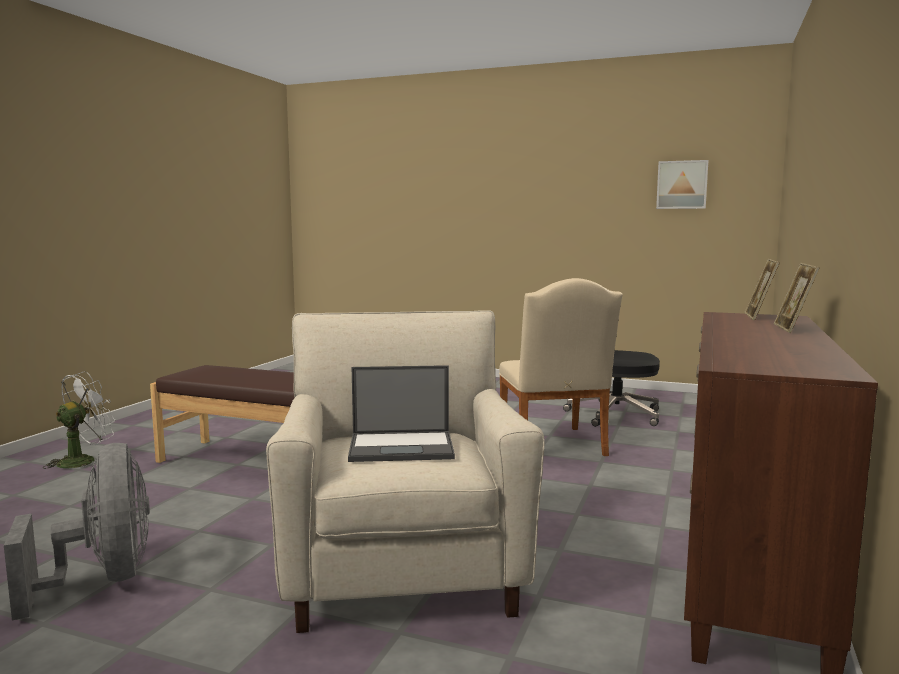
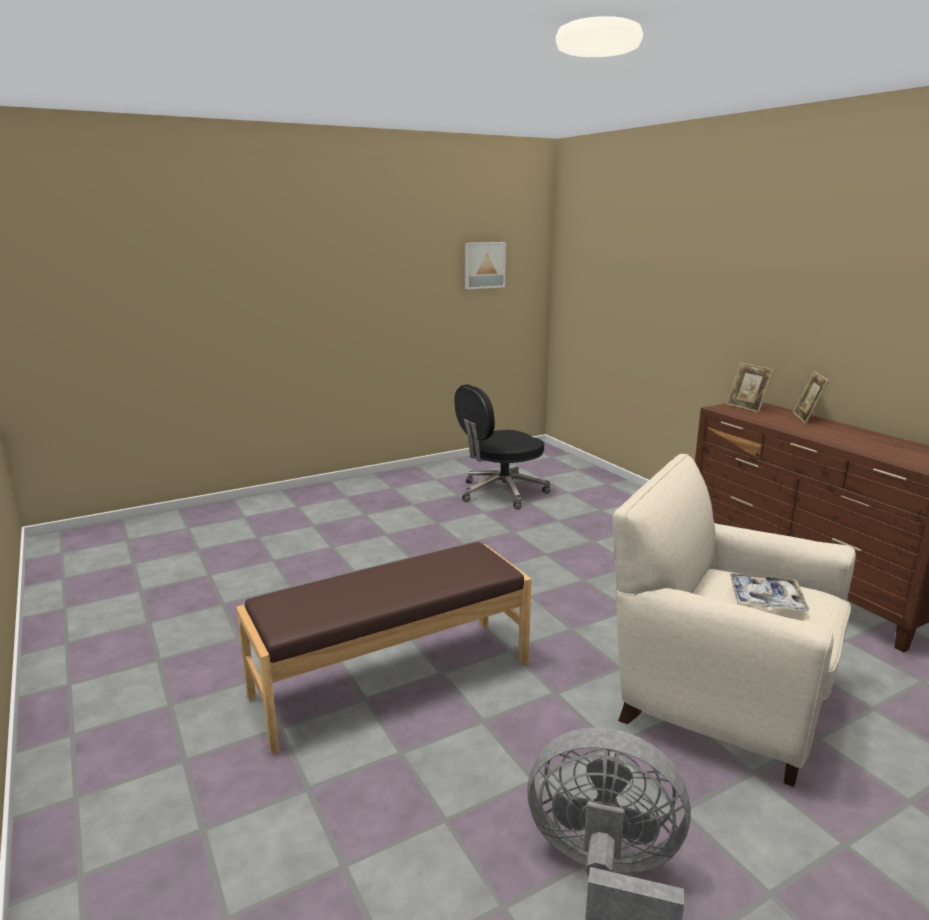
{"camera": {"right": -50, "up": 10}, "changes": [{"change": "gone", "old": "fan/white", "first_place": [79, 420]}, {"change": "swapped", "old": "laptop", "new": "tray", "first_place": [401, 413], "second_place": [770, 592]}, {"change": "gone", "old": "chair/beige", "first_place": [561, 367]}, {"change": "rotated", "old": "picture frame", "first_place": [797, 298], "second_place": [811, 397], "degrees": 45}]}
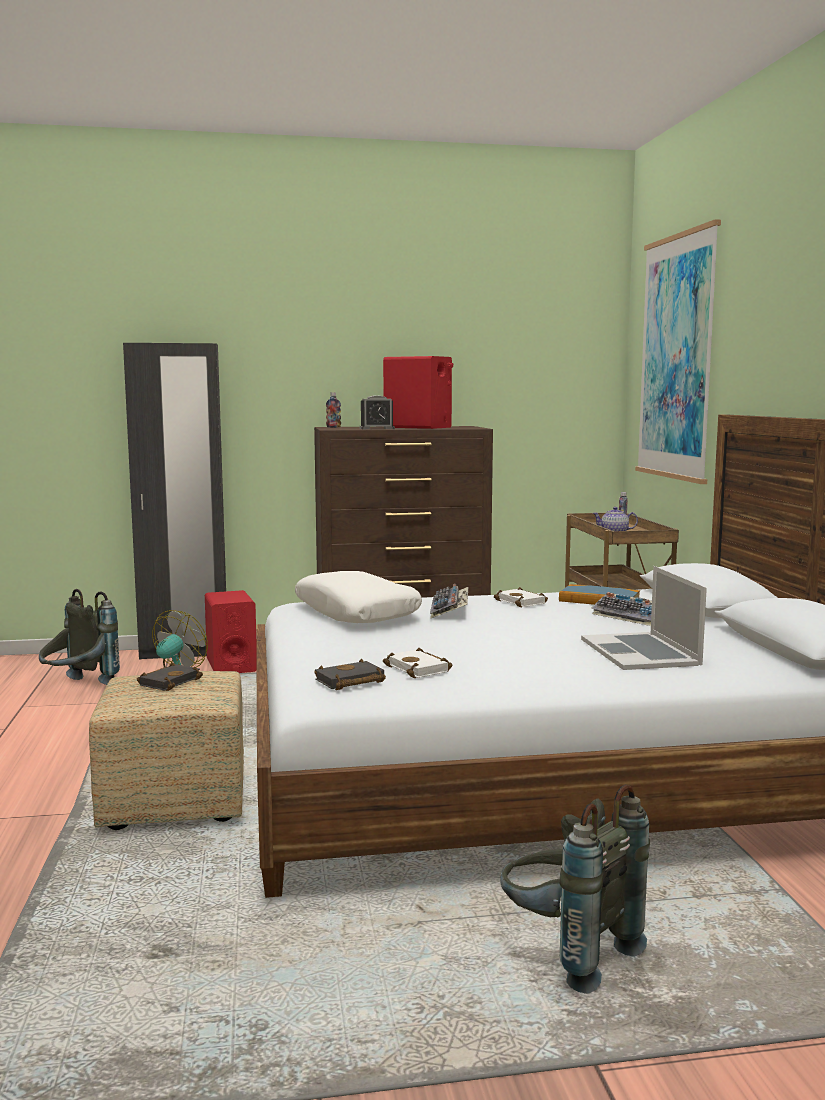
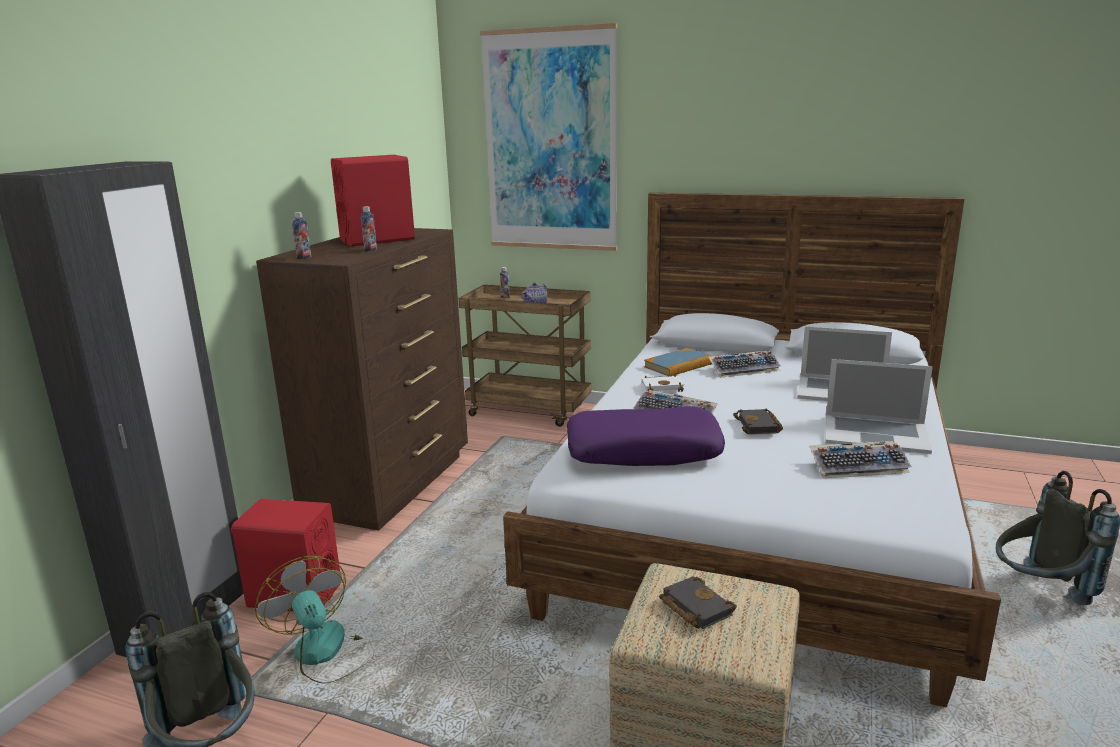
{"camera": {"right": -60, "up": 10}, "changes": [{"change": "repainted", "old": "pillow/white", "new": "pillow/purple", "first_place": [358, 597], "second_place": [646, 436]}, {"change": "shifted", "old": "book/black", "first_place": [350, 674], "second_place": [758, 421]}, {"change": "swapped", "old": "alarm clock", "new": "bottle", "first_place": [377, 412], "second_place": [369, 229]}, {"change": "swapped", "old": "book/white", "new": "keyboard", "first_place": [417, 663], "second_place": [860, 459]}, {"change": "new", "new": "laptop", "second_place": [879, 406]}]}
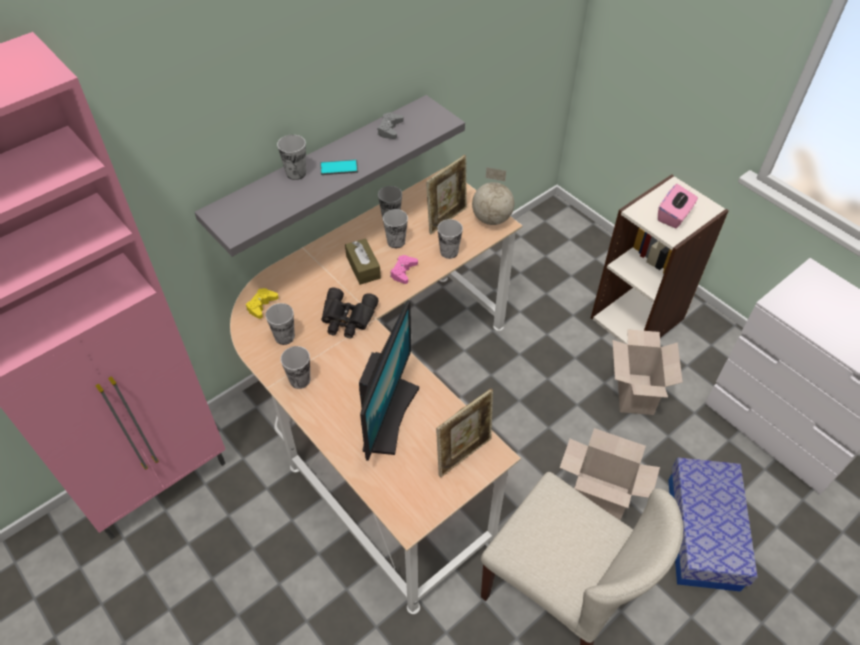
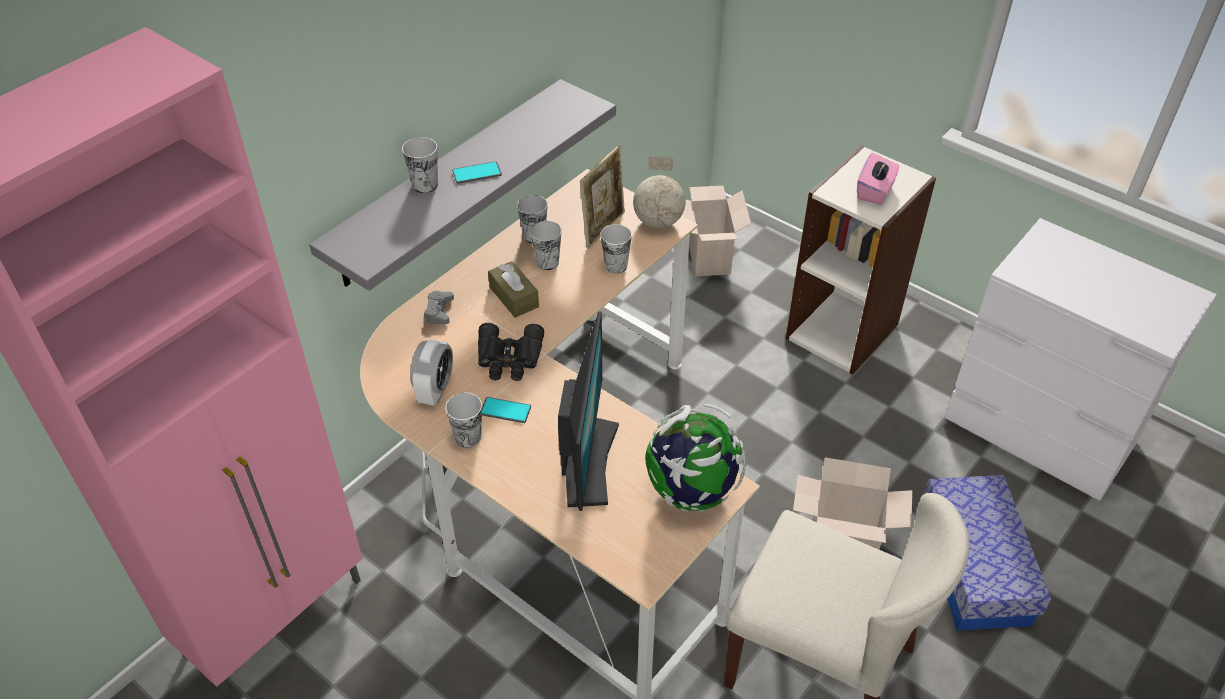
{"camera": {"right": -10, "up": -5}, "changes": [{"change": "gone", "old": "game controller/yellow", "first_place": [262, 303]}, {"change": "swapped", "old": "cup", "new": "alarm clock", "first_place": [280, 324], "second_place": [431, 372]}, {"change": "shifted", "old": "game controller/grey", "first_place": [390, 126], "second_place": [439, 307]}, {"change": "gone", "old": "game controller/pink", "first_place": [404, 269]}, {"change": "swapped", "old": "picture frame", "new": "globe", "first_place": [464, 433], "second_place": [695, 457]}, {"change": "shifted", "old": "cardboard box", "first_place": [647, 372], "second_place": [716, 230]}, {"change": "new", "new": "phone", "second_place": [506, 410]}]}
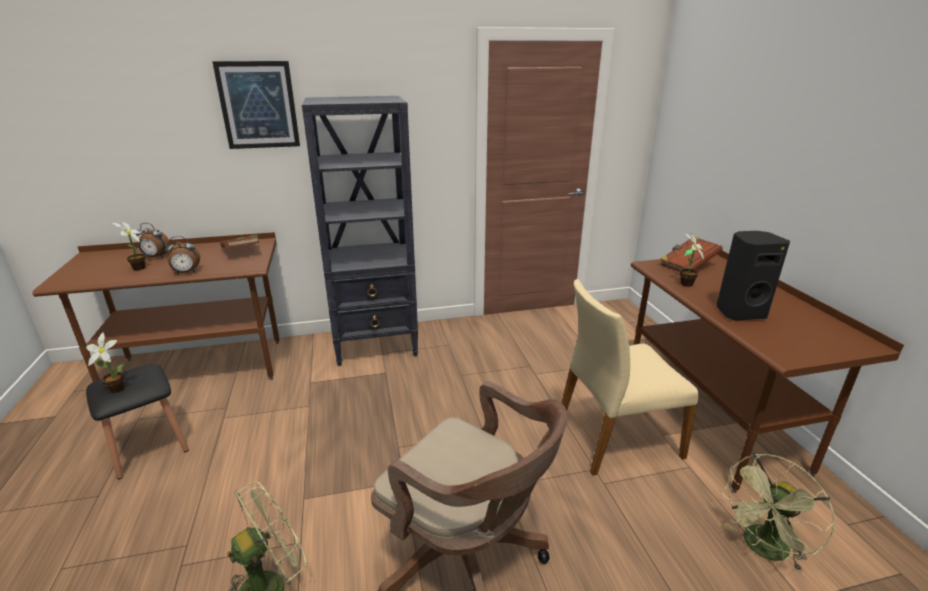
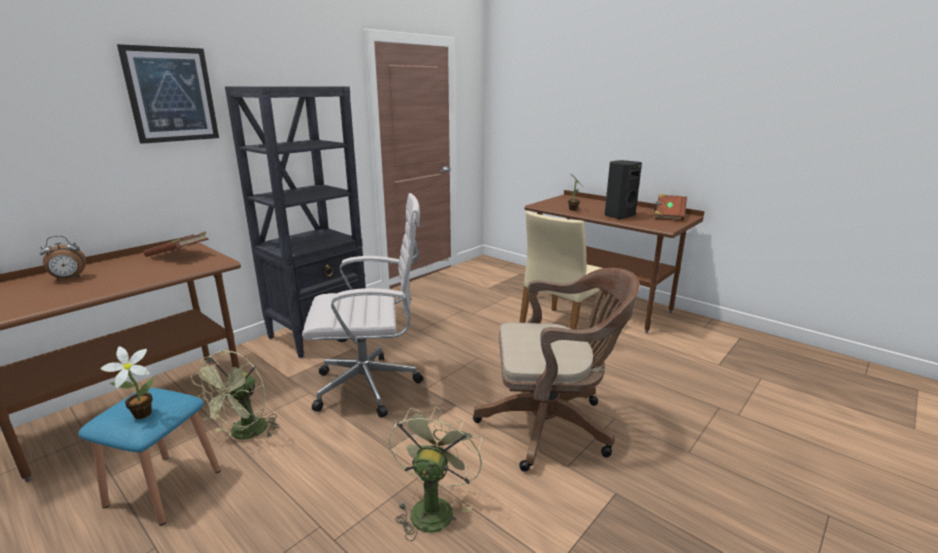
{"camera": {"right": -35, "up": -5}, "changes": [{"change": "repainted", "old": "stool/black", "new": "stool/blue", "first_place": [137, 421], "second_place": [149, 457]}, {"change": "gone", "old": "potted plant", "first_place": [129, 245]}, {"change": "gone", "old": "alarm clock", "first_place": [182, 255]}, {"change": "shifted", "old": "book/brown", "first_place": [691, 253], "second_place": [670, 207]}, {"change": "shifted", "old": "fan/green", "first_place": [778, 513], "second_place": [235, 394]}, {"change": "new", "new": "office chair/white", "second_place": [362, 305]}]}
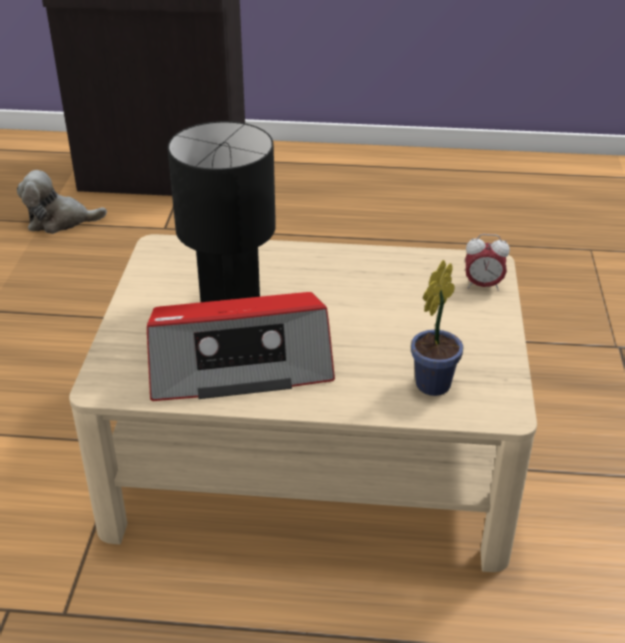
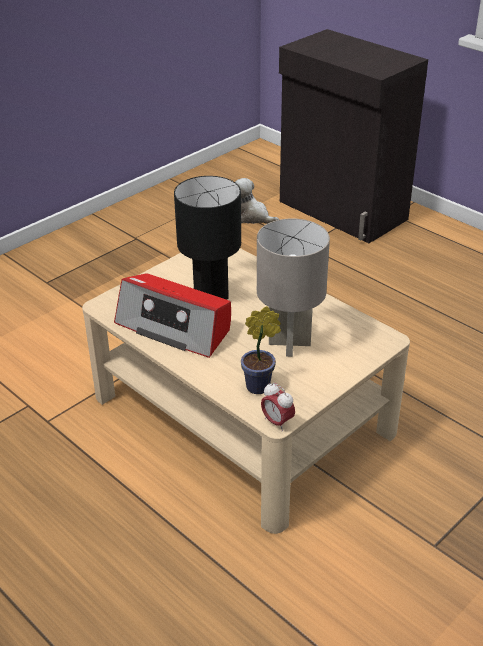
{"camera": {"right": 40, "up": 0}, "changes": [{"change": "shifted", "old": "alarm clock", "first_place": [487, 262], "second_place": [278, 407]}, {"change": "new", "new": "table lamp/grey", "second_place": [293, 287]}]}
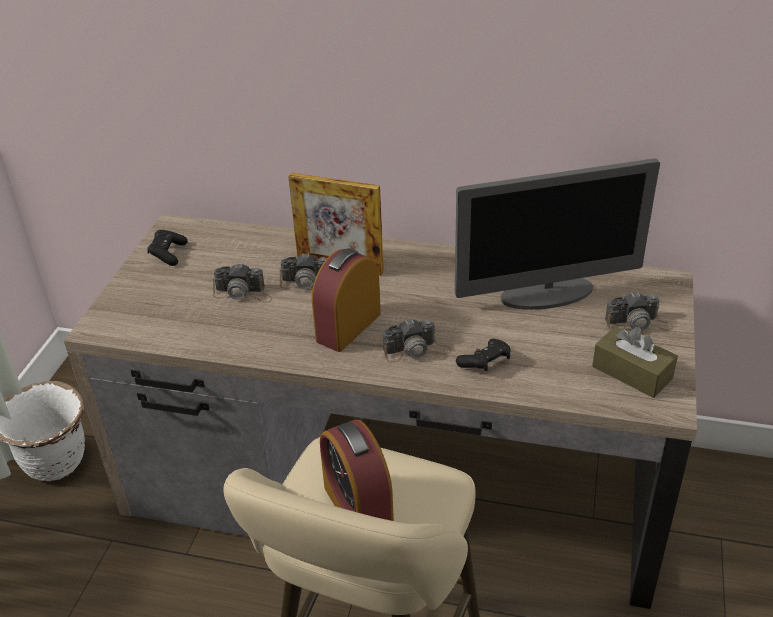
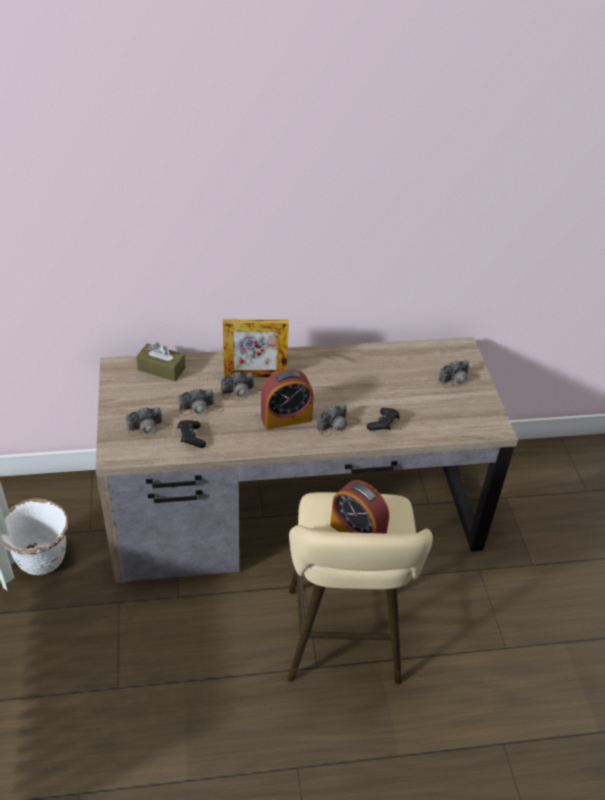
{"camera": {"right": -25, "up": 5}, "changes": [{"change": "shifted", "old": "game controller/black", "first_place": [167, 248], "second_place": [191, 434]}, {"change": "rotated", "old": "alarm clock", "first_place": [346, 300], "second_place": [287, 399], "degrees": -120}, {"change": "gone", "old": "monitor", "first_place": [557, 234]}, {"change": "shifted", "old": "tissue box/brown", "first_place": [635, 362], "second_place": [160, 361]}, {"change": "new", "new": "photo camera", "second_place": [149, 422]}]}
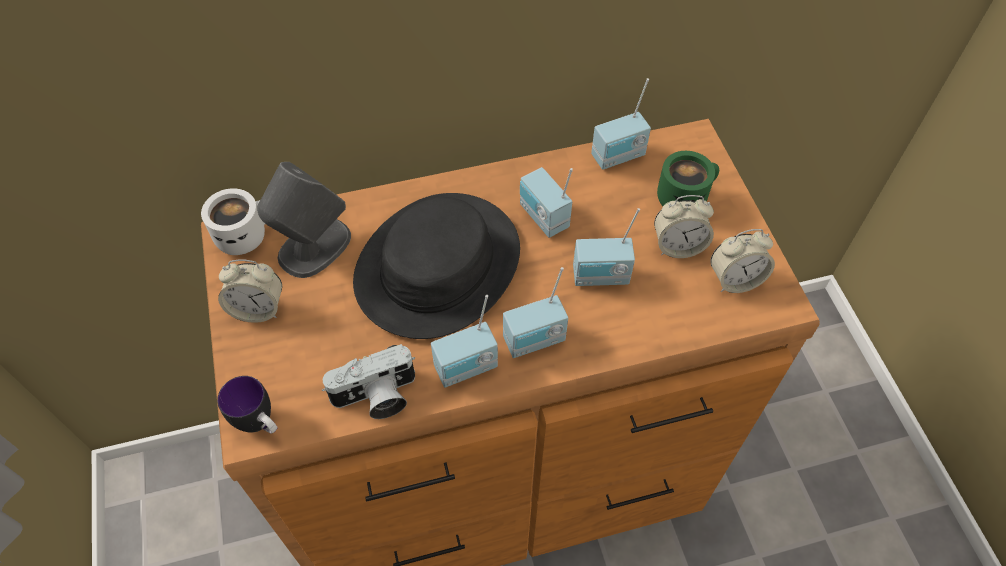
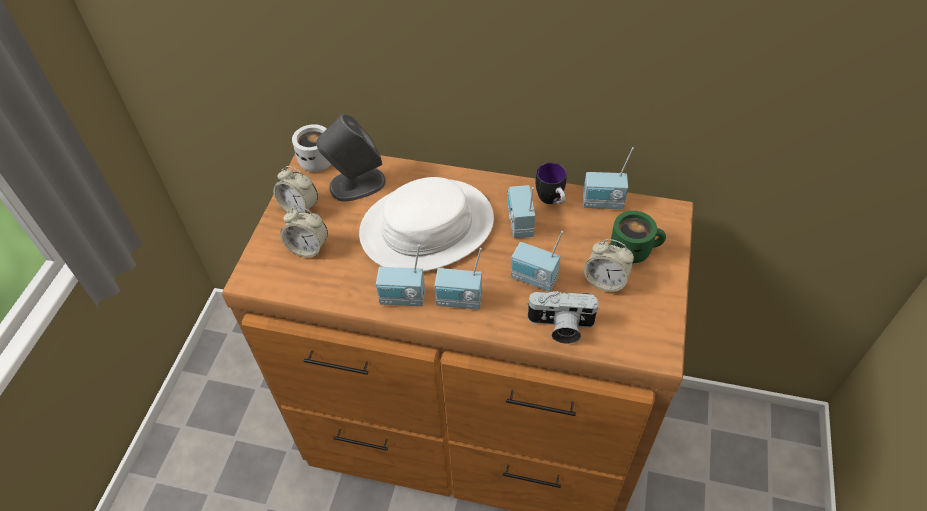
{"camera": {"right": 30, "up": -5}, "changes": [{"change": "shifted", "old": "mug", "first_place": [247, 405], "second_place": [551, 183]}, {"change": "shifted", "old": "photo camera", "first_place": [368, 381], "second_place": [563, 317]}, {"change": "repainted", "old": "hat/black", "new": "hat/white", "first_place": [436, 266], "second_place": [426, 224]}, {"change": "shifted", "old": "alarm clock", "first_place": [742, 261], "second_place": [304, 232]}]}
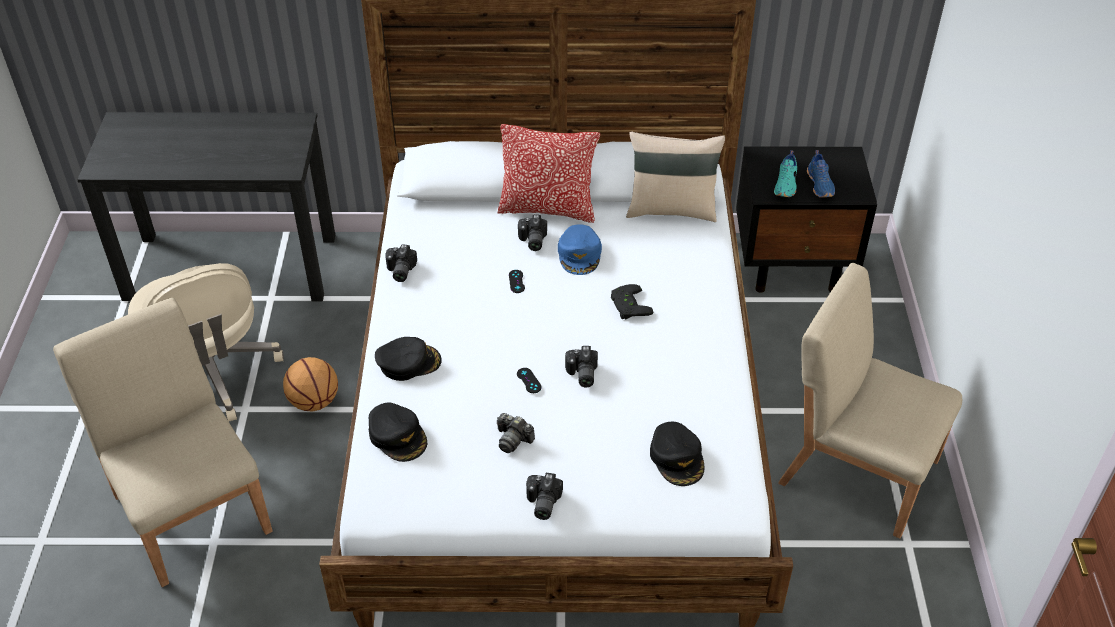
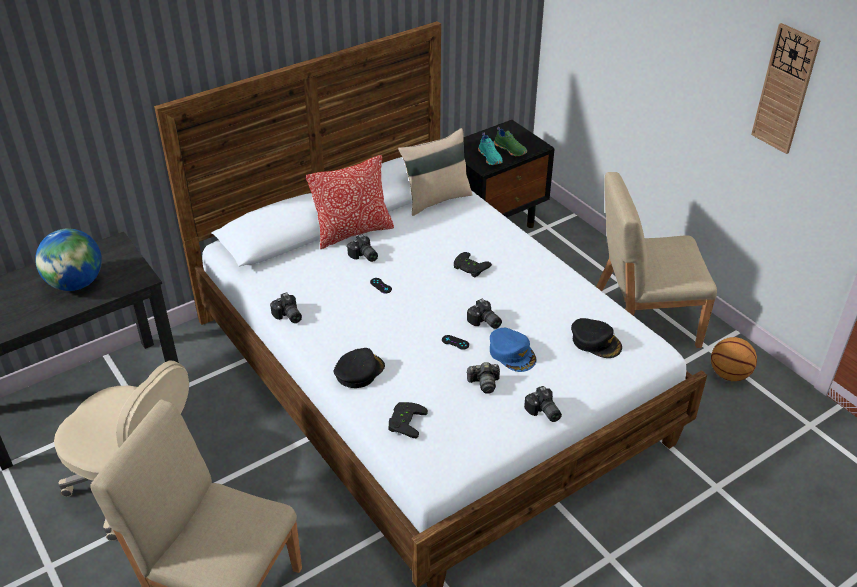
{"camera": {"right": -35, "up": -5}, "changes": [{"change": "shifted", "old": "basketball", "first_place": [310, 384], "second_place": [734, 359]}, {"change": "swapped", "old": "cap/black", "new": "game controller/black", "first_place": [398, 432], "second_place": [408, 420]}, {"change": "shifted", "old": "cap/blue", "first_place": [580, 249], "second_place": [513, 350]}, {"change": "repainted", "old": "shoe/blue", "new": "shoe/green", "first_place": [821, 173], "second_place": [510, 141]}, {"change": "new", "new": "globe", "second_place": [68, 260]}, {"change": "new", "new": "wall clock", "second_place": [786, 88]}]}
